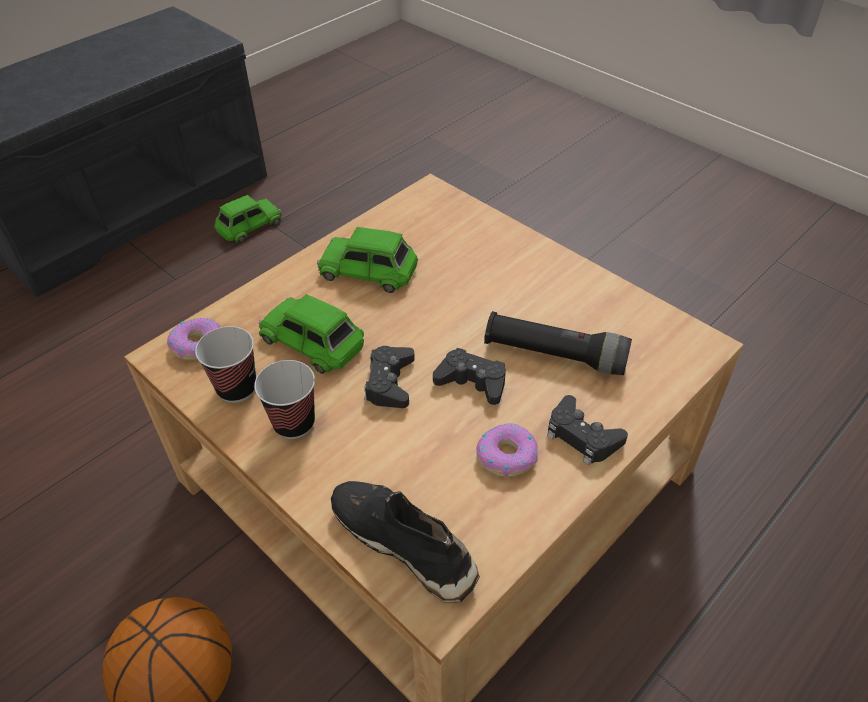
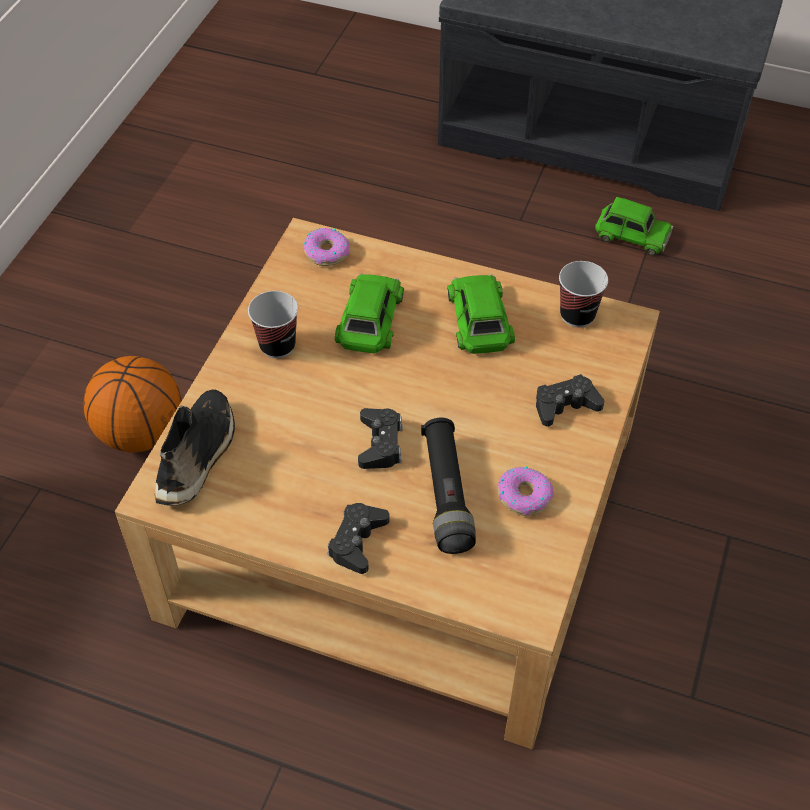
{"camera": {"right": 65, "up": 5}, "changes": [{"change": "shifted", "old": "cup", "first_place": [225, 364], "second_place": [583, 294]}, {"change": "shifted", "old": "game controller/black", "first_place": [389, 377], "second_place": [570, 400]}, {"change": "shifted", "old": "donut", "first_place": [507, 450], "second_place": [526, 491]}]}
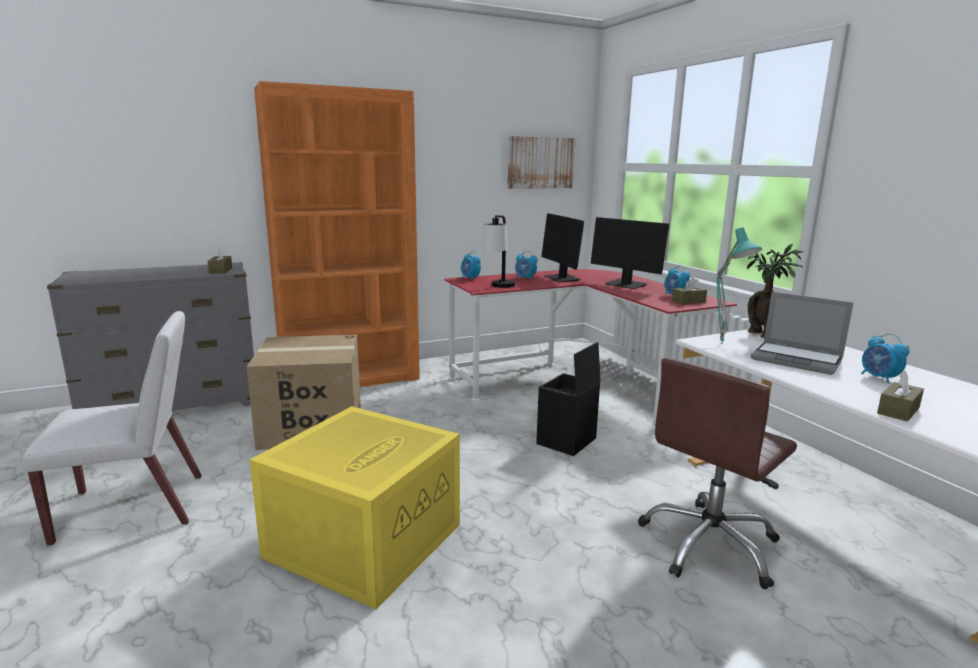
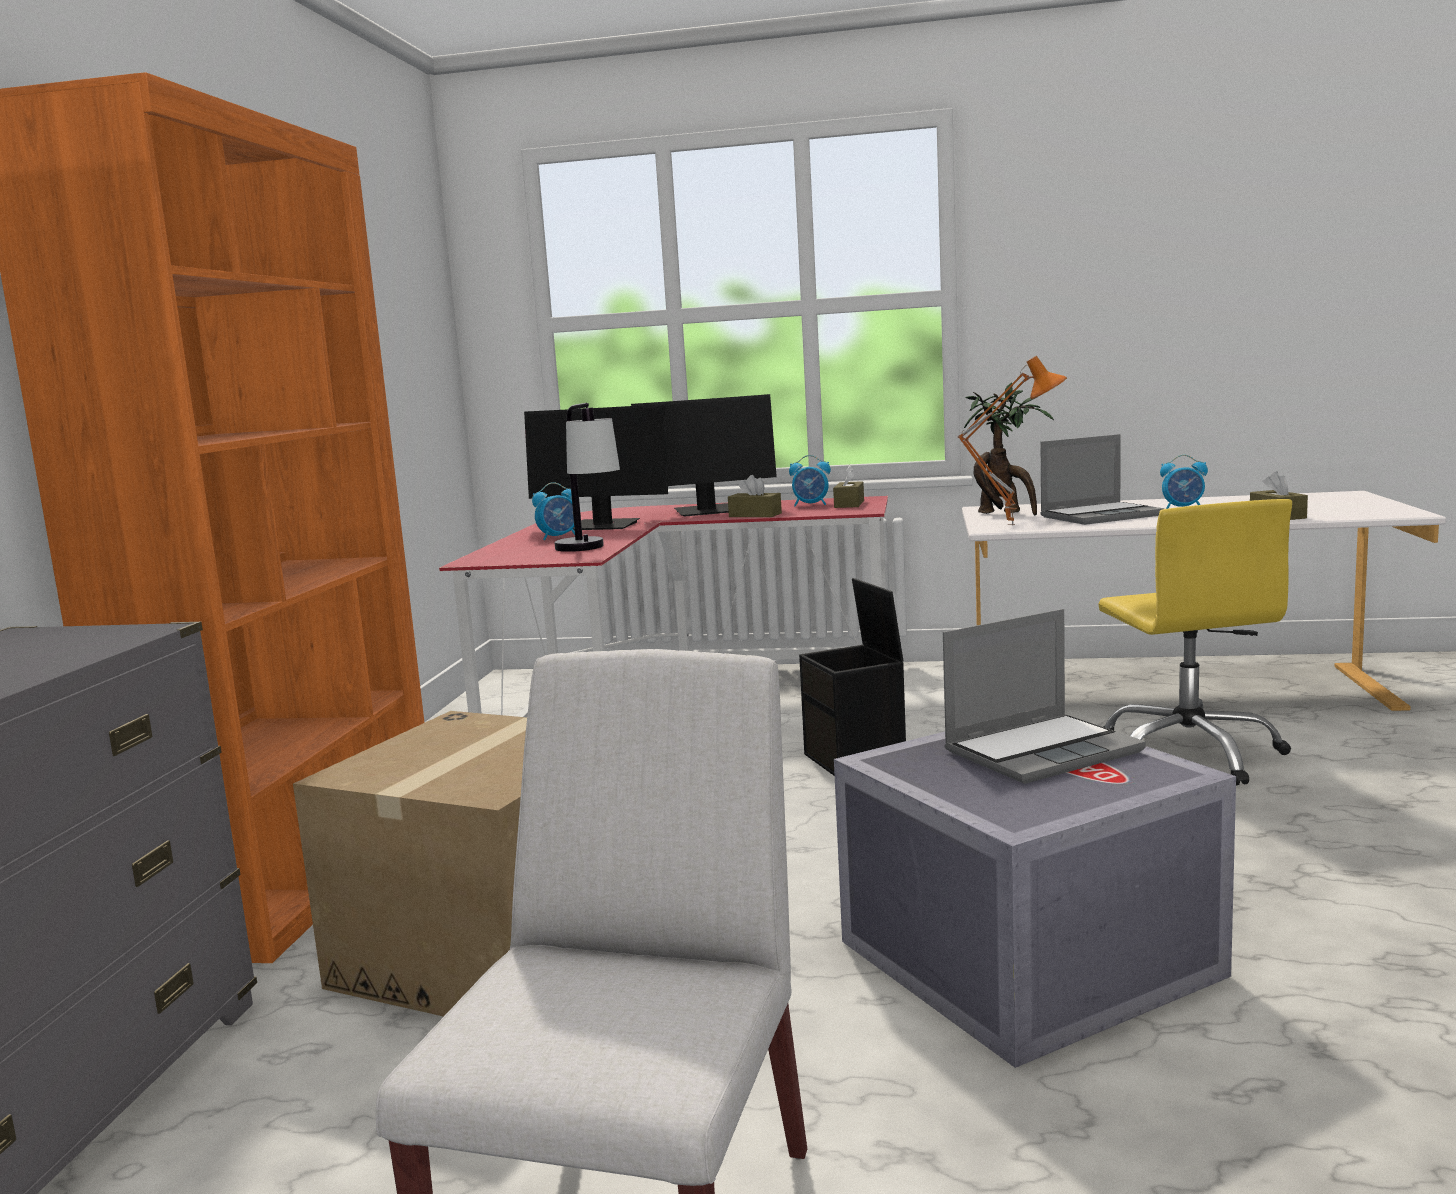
{"camera": {"right": -55, "up": -5}, "changes": [{"change": "shifted", "old": "tissue box/brown", "first_place": [219, 260], "second_place": [755, 496]}, {"change": "repainted", "old": "storage box/yellow", "new": "storage box/grey", "first_place": [355, 507], "second_place": [1035, 900]}, {"change": "gone", "old": "alarm clock", "first_place": [471, 265]}, {"change": "gone", "old": "picture", "first_place": [542, 162]}, {"change": "repainted", "old": "office chair/brown", "new": "office chair/yellow", "first_place": [717, 473], "second_place": [1195, 642]}, {"change": "repainted", "old": "table lamp/turquoise", "new": "table lamp/orange", "first_place": [739, 286], "second_place": [1012, 440]}, {"change": "new", "new": "laptop", "second_place": [1044, 696]}]}
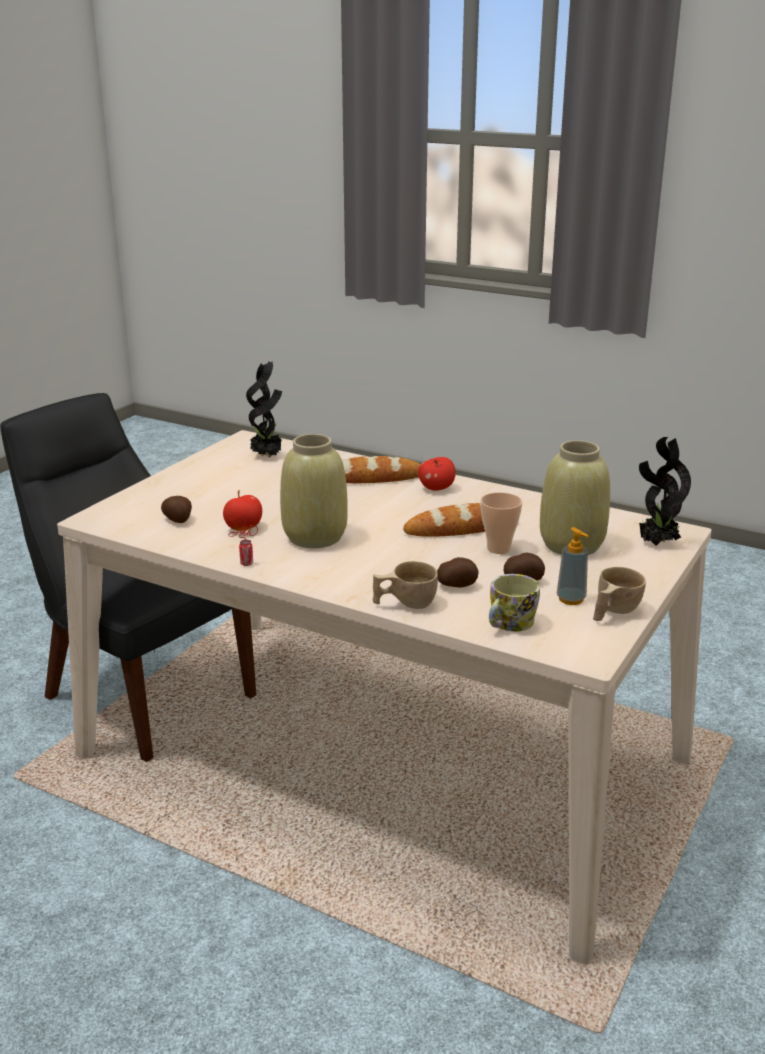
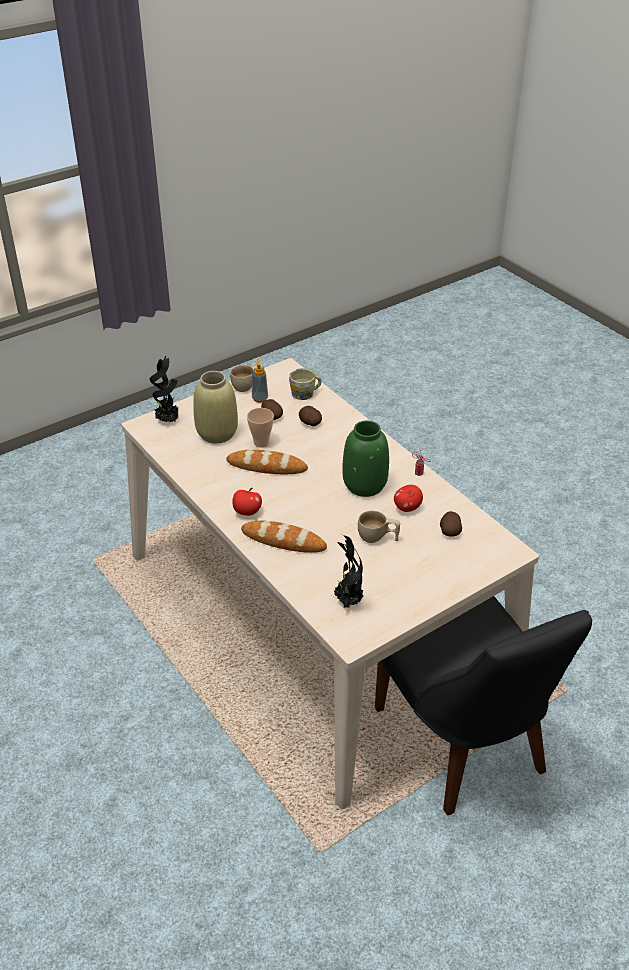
{"camera": {"right": -155, "up": 15}, "changes": [{"change": "repainted", "old": "vase/beige", "new": "vase/green", "first_place": [314, 491], "second_place": [365, 459]}, {"change": "shifted", "old": "cup/beige", "first_place": [405, 585], "second_place": [379, 527]}]}
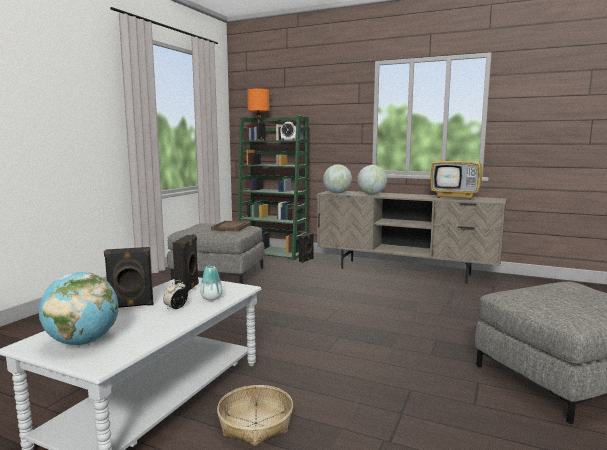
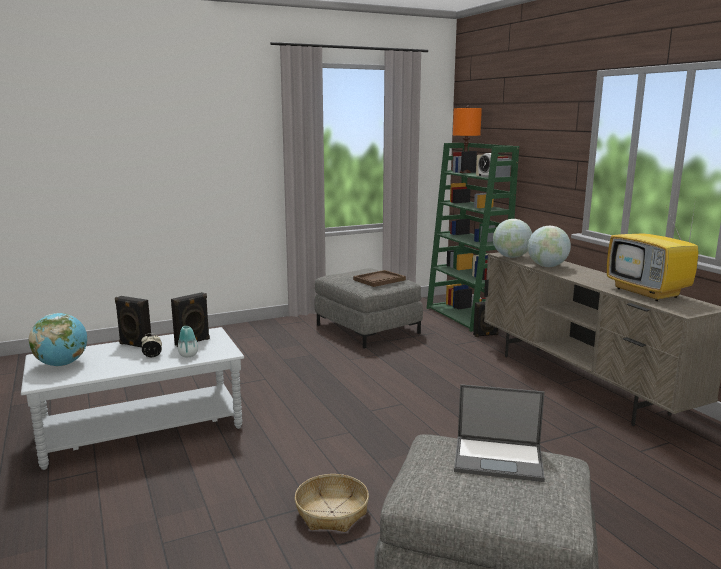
{"camera": {"right": 40, "up": 5}, "changes": [{"change": "shifted", "old": "basket", "first_place": [255, 415], "second_place": [332, 503]}, {"change": "new", "new": "laptop", "second_place": [499, 433]}]}
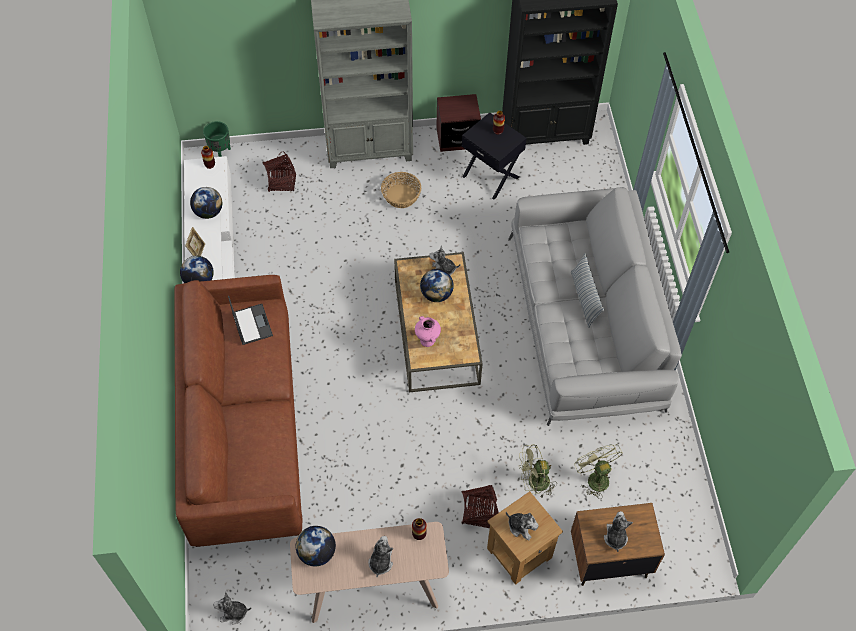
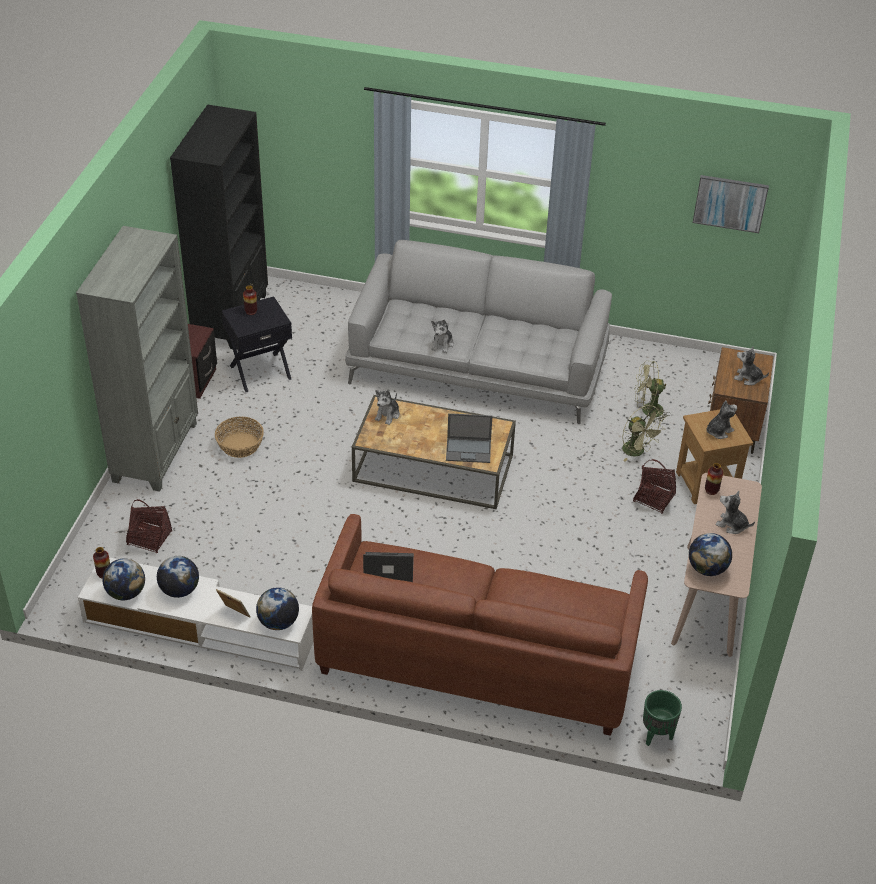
{"camera": {"right": -70, "up": -15}, "changes": [{"change": "shifted", "old": "planter/green", "first_place": [217, 139], "second_place": [662, 718]}, {"change": "shifted", "old": "plush toy", "first_place": [232, 608], "second_place": [442, 336]}, {"change": "swapped", "old": "vase/pink", "new": "laptop", "first_place": [428, 331], "second_place": [469, 438]}, {"change": "shifted", "old": "globe", "first_place": [437, 285], "second_place": [123, 579]}, {"change": "rotated", "old": "fan/green", "first_place": [538, 471], "second_place": [644, 433], "degrees": -45}, {"change": "gone", "old": "pillow", "first_place": [587, 290]}, {"change": "new", "new": "picture", "second_place": [731, 204]}]}
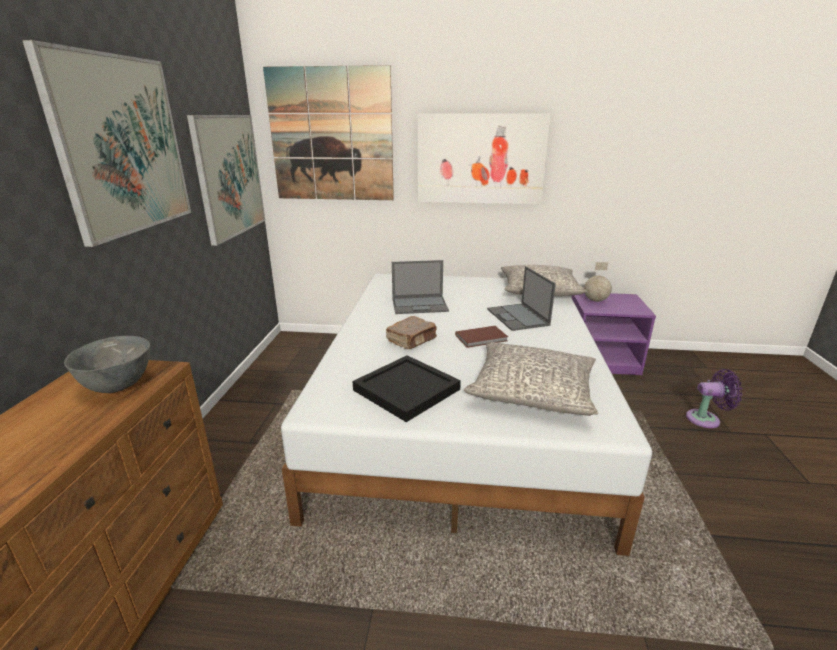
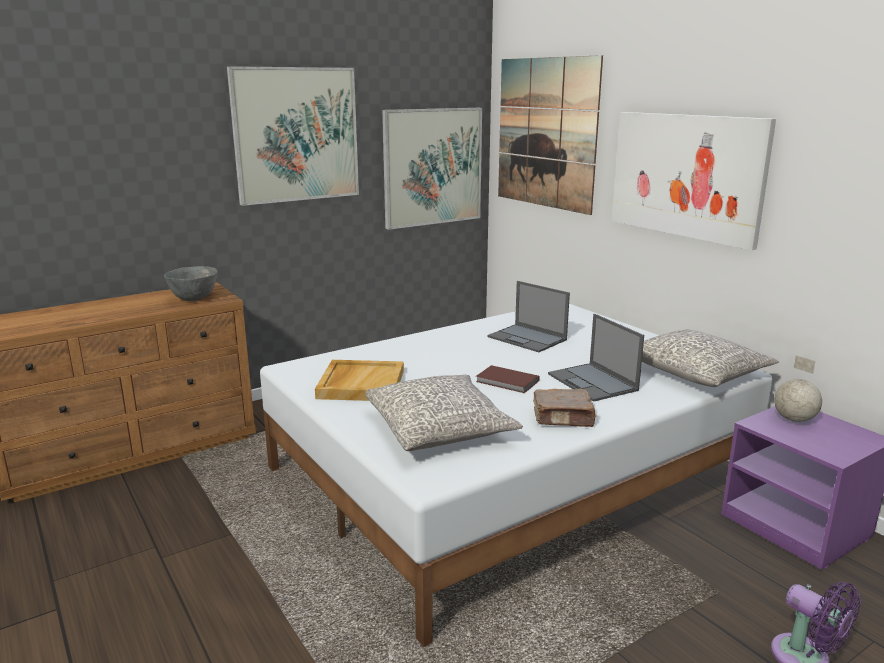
{"camera": {"right": 50, "up": -5}, "changes": [{"change": "repainted", "old": "tray/black", "new": "tray/beige", "first_place": [407, 388], "second_place": [359, 380]}, {"change": "shifted", "old": "book/brown", "first_place": [411, 332], "second_place": [564, 408]}, {"change": "rotated", "old": "laptop", "first_place": [521, 298], "second_place": [596, 358], "degrees": -60}]}
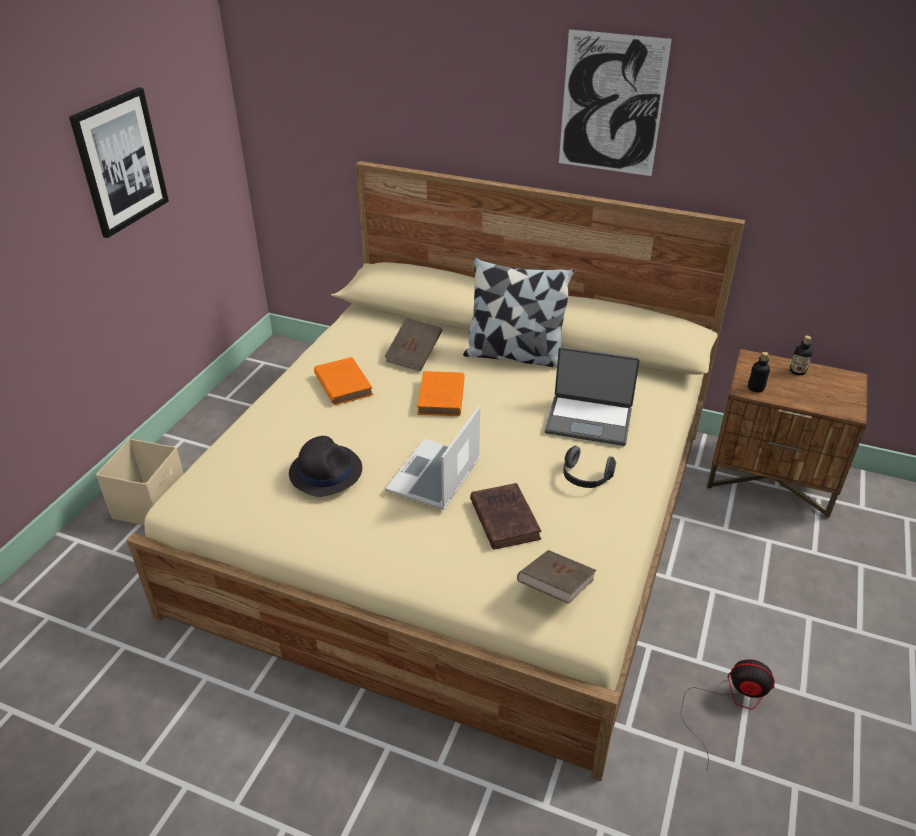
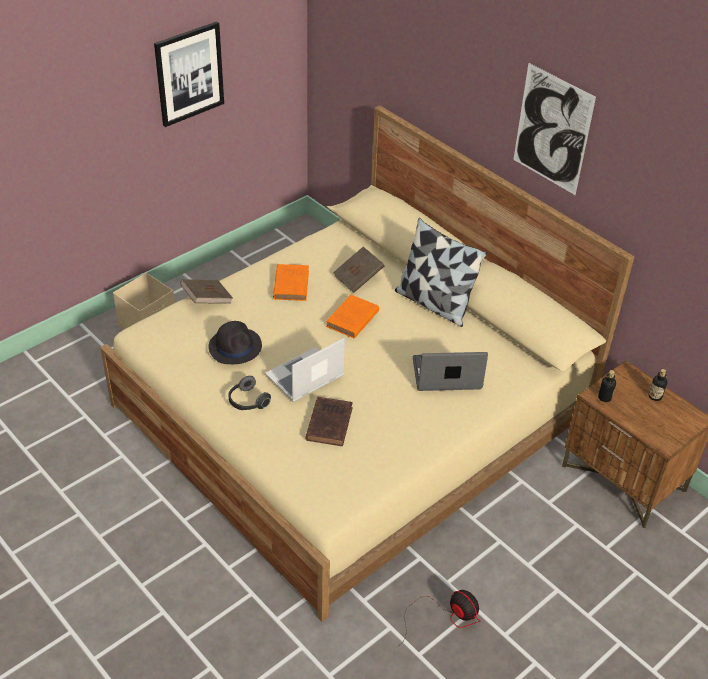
{"camera": {"right": 25, "up": 5}, "changes": [{"change": "shifted", "old": "book/brown", "first_place": [557, 577], "second_place": [206, 291]}, {"change": "rotated", "old": "laptop", "first_place": [592, 396], "second_place": [450, 371], "degrees": 135}, {"change": "shifted", "old": "headphones", "first_place": [589, 467], "second_place": [250, 393]}]}
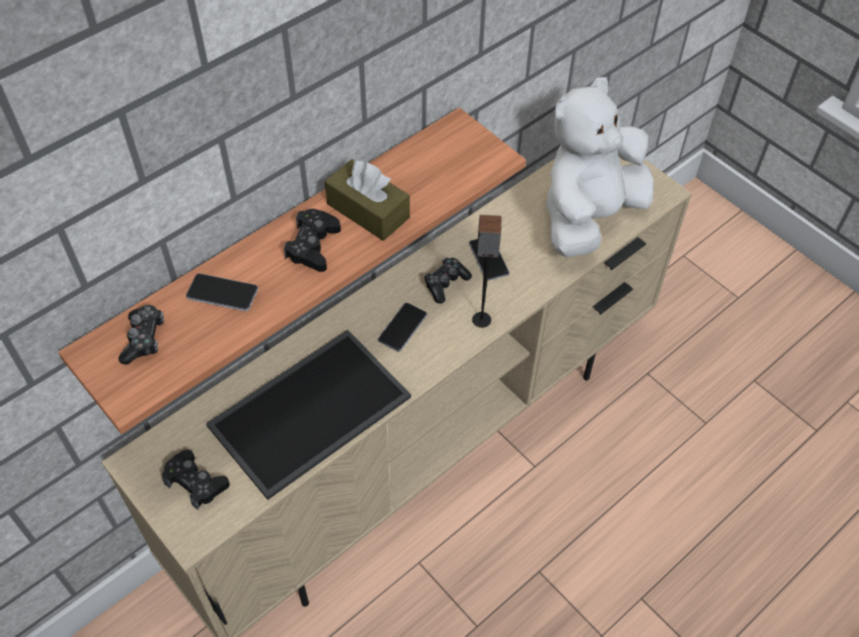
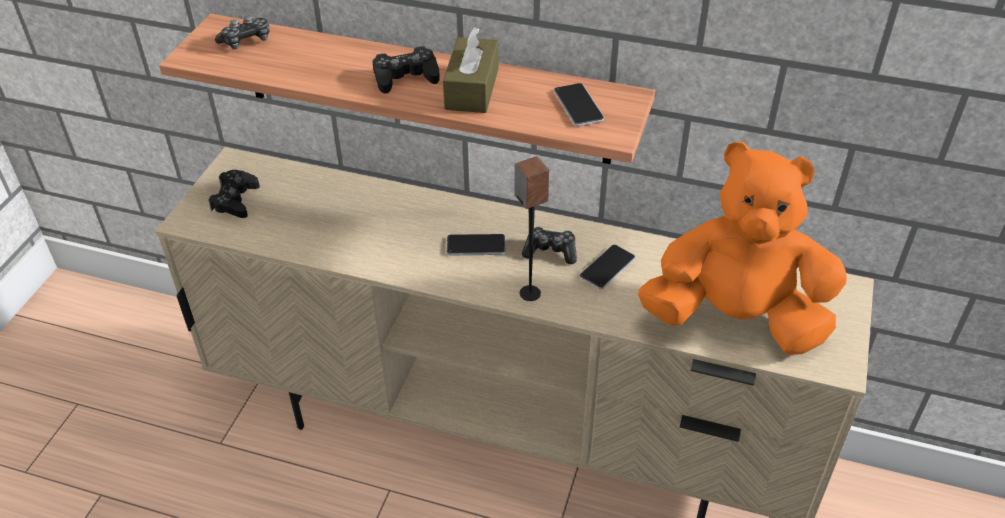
{"camera": {"right": 60, "up": -10}, "changes": [{"change": "shifted", "old": "phone", "first_place": [222, 292], "second_place": [579, 104]}, {"change": "gone", "old": "tray", "first_place": [308, 415]}, {"change": "repainted", "old": "plush toy/white", "new": "plush toy/orange", "first_place": [600, 167], "second_place": [742, 248]}]}
